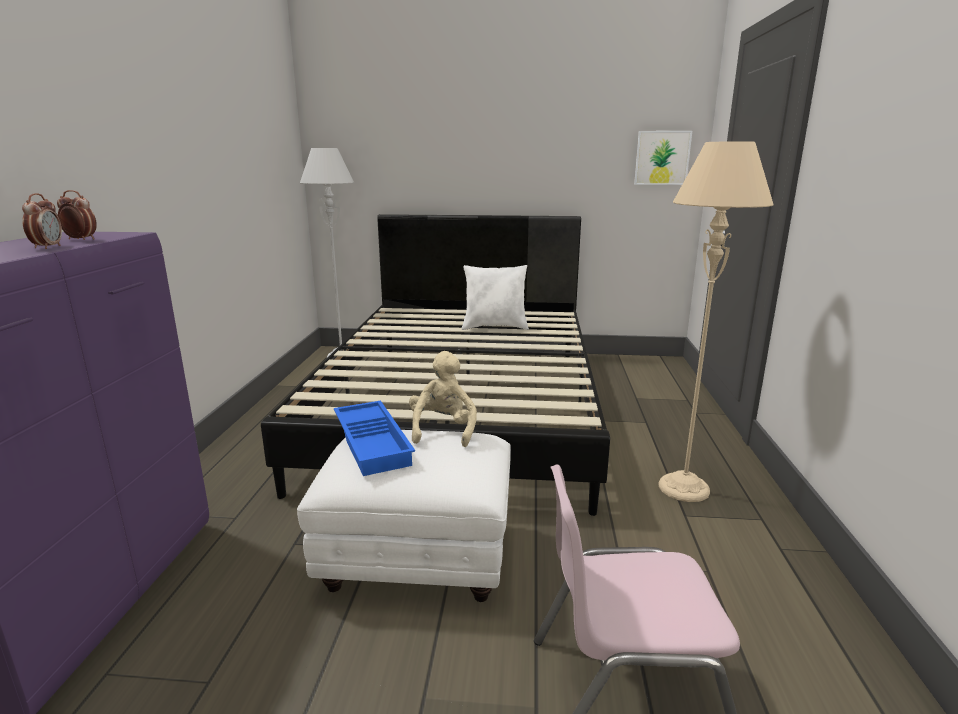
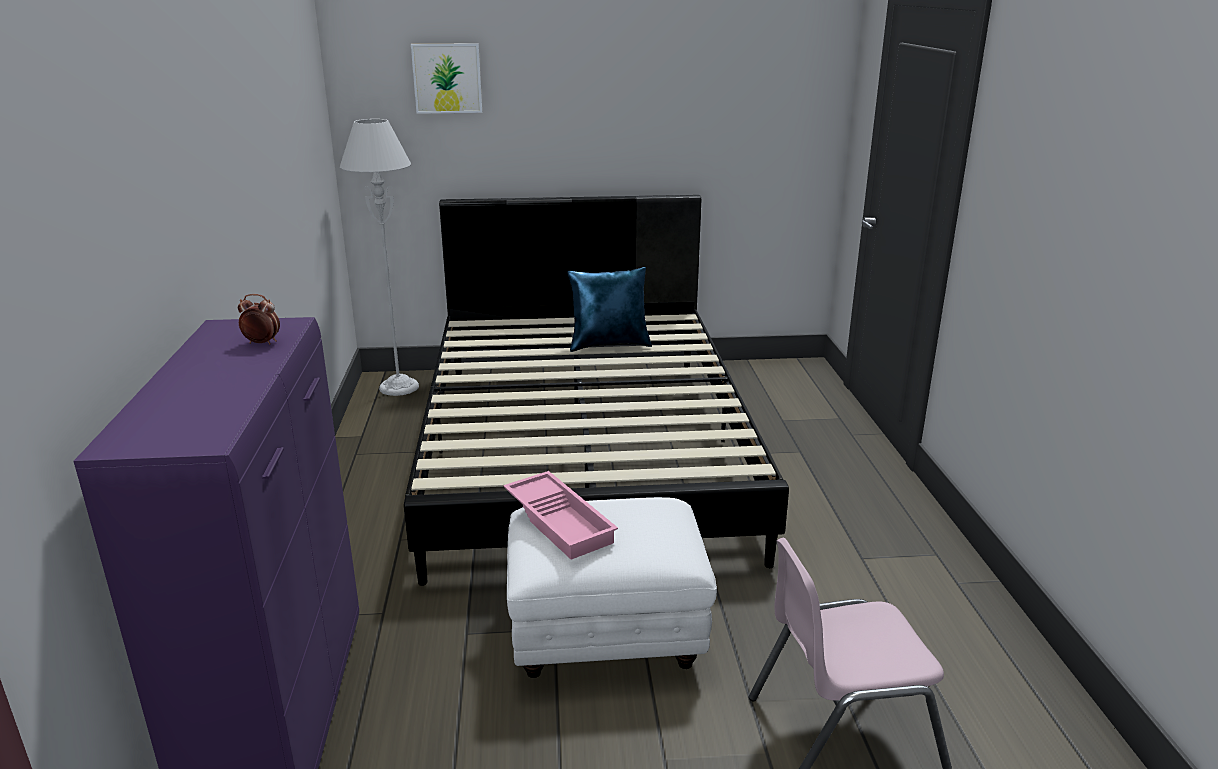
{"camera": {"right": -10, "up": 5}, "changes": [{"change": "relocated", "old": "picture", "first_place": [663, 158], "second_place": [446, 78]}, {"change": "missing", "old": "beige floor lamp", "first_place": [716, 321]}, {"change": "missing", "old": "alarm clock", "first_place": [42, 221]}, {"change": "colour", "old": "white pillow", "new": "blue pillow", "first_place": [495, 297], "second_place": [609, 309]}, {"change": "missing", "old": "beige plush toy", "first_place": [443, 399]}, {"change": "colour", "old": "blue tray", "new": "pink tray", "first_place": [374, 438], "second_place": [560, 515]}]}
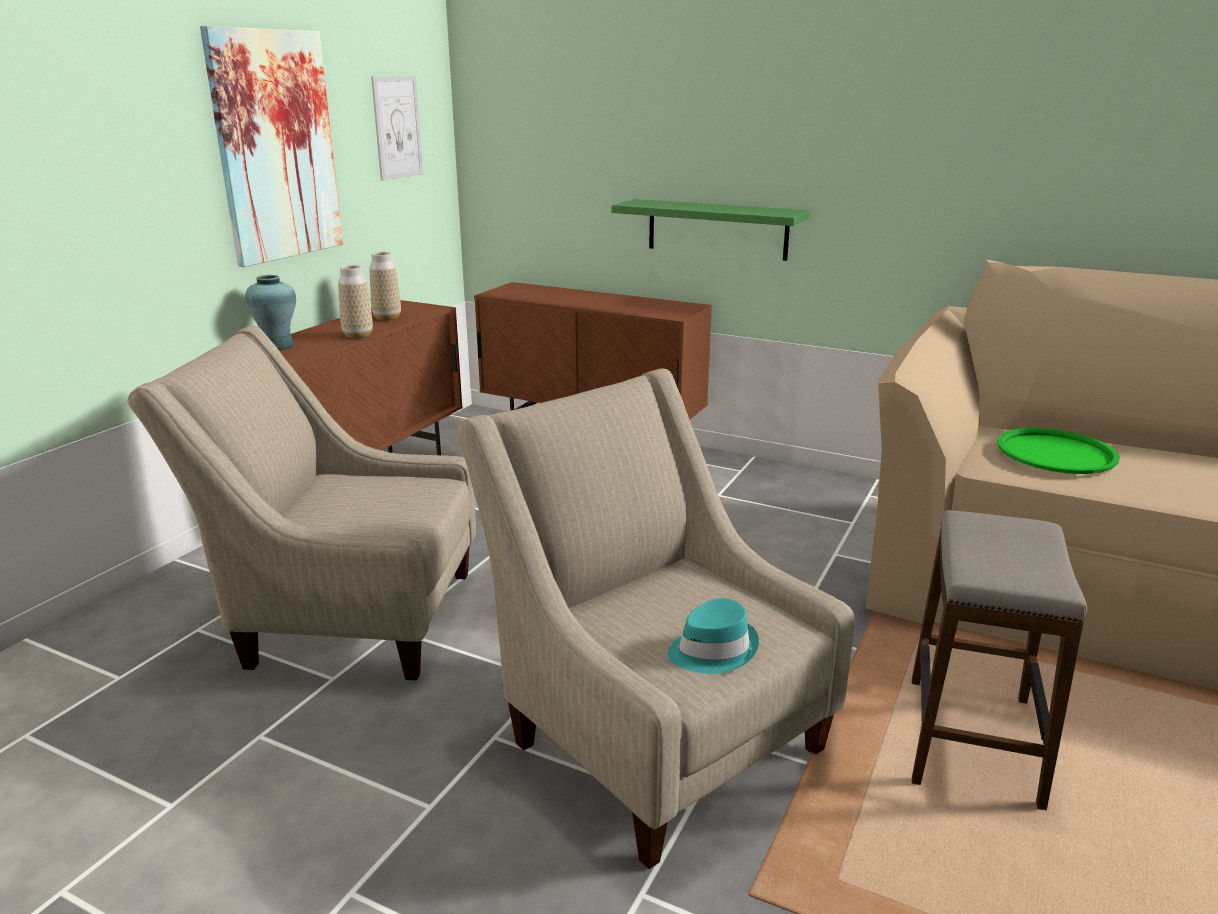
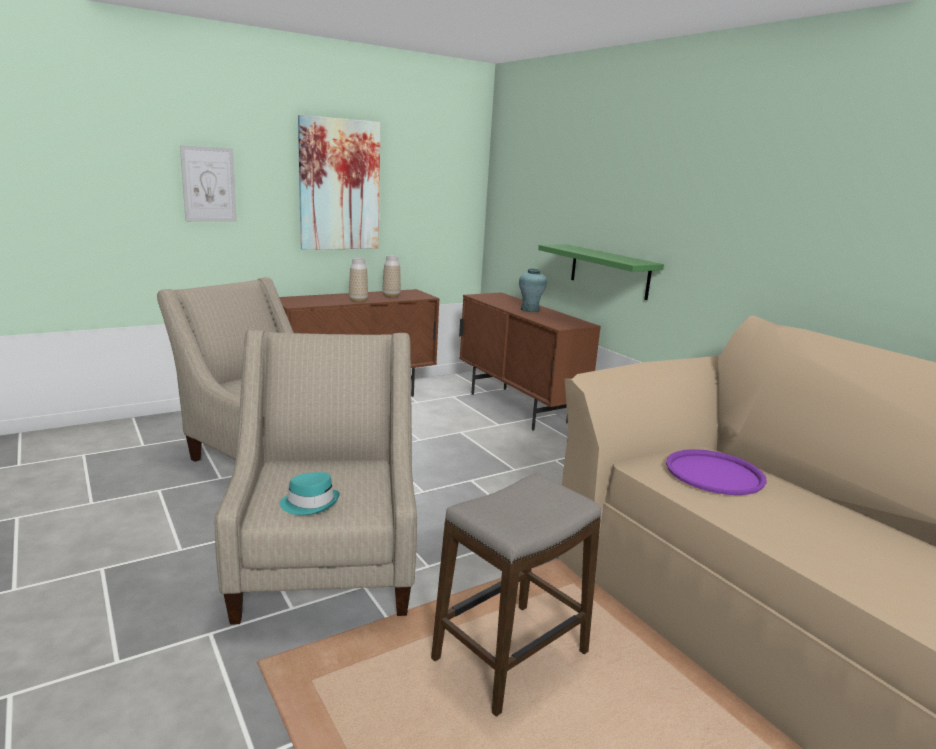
{"camera": {"right": 30, "up": -5}, "changes": [{"change": "relocated", "old": "picture", "first_place": [397, 128], "second_place": [208, 183]}, {"change": "relocated", "old": "turquoise vase", "first_place": [270, 312], "second_place": [533, 290]}, {"change": "colour", "old": "green tray", "new": "purple tray", "first_place": [1058, 451], "second_place": [716, 472]}]}
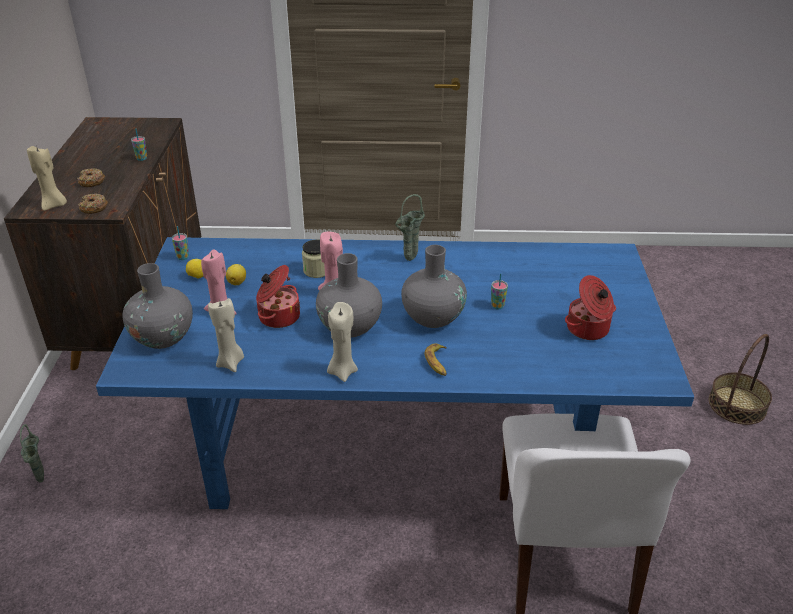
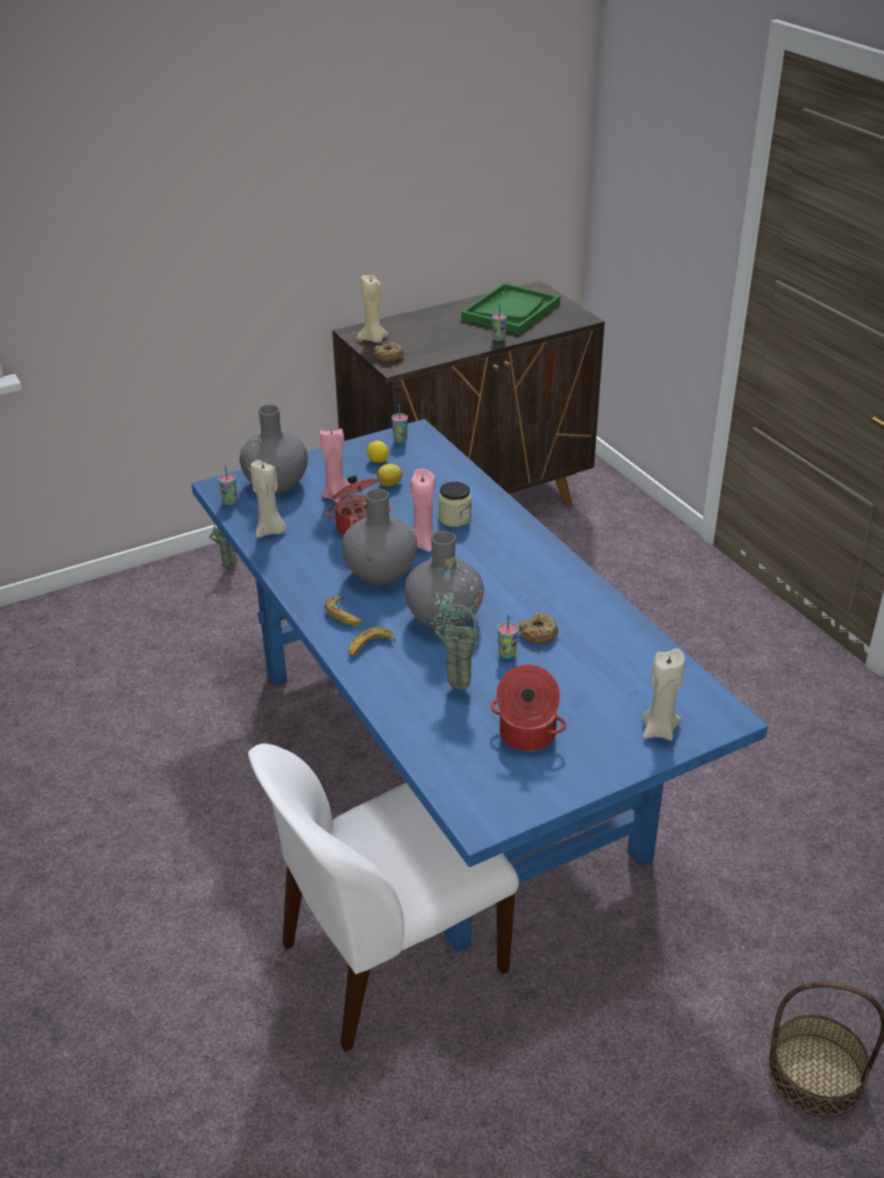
{"camera": {"right": 60, "up": 0}, "changes": [{"change": "relocated", "old": "donut", "first_place": [91, 177], "second_place": [538, 628]}, {"change": "relocated", "old": "green vase", "first_place": [410, 227], "second_place": [457, 647]}, {"change": "relocated", "old": "beige candle", "first_place": [342, 342], "second_place": [663, 694]}, {"change": "appeared", "new": "green tray", "second_place": [510, 308]}, {"change": "appeared", "new": "cup", "second_place": [227, 485]}, {"change": "appeared", "new": "banana", "second_place": [343, 611]}]}
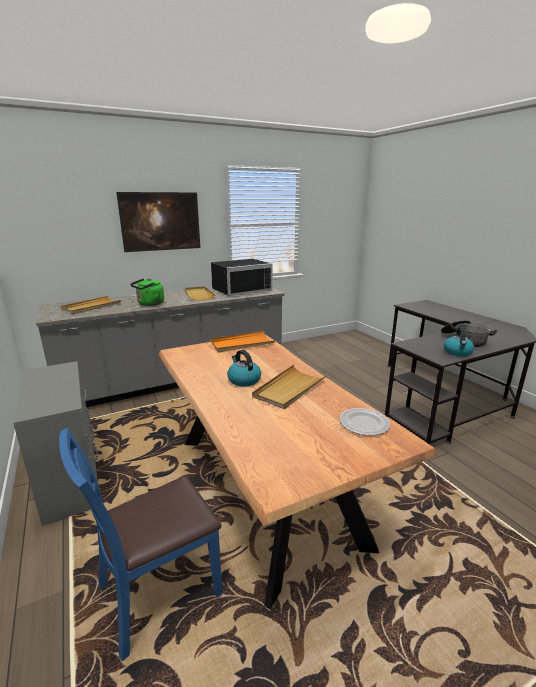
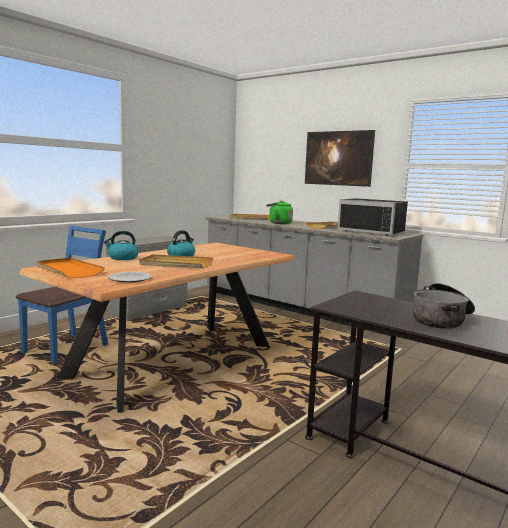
{"camera": {"right": 65, "up": -10}, "changes": [{"change": "relocated", "old": "kettle", "first_place": [459, 341], "second_place": [121, 245]}, {"change": "relocated", "old": "orange tray", "first_place": [243, 341], "second_place": [71, 268]}, {"change": "spun", "old": "blue chair", "first_place": [141, 544], "second_place": [62, 295], "degrees": 90}]}
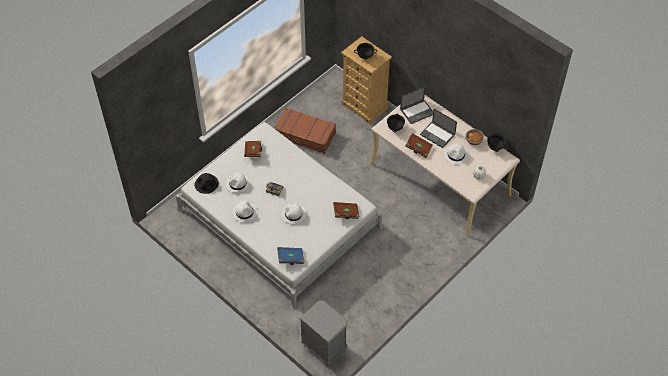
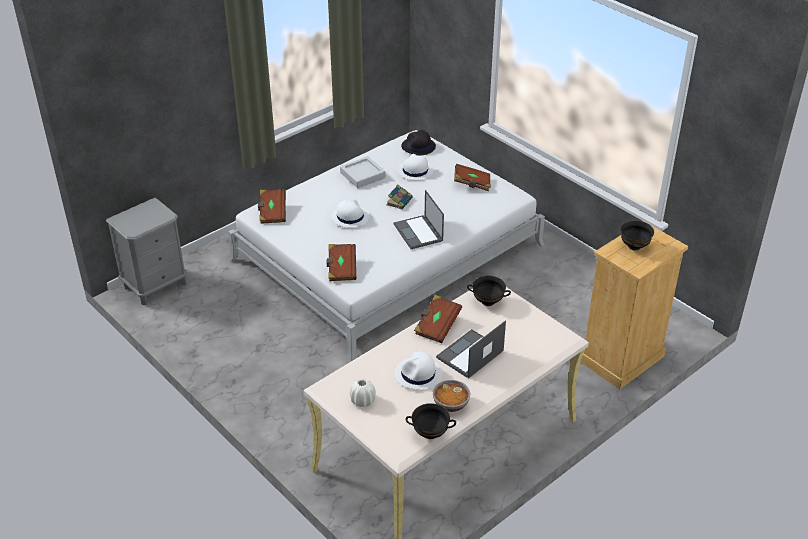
{"camera": {"right": 95, "up": -15}, "changes": [{"change": "relocated", "old": "laptop", "first_place": [416, 105], "second_place": [419, 219]}, {"change": "missing", "old": "brown suitcase", "first_place": [305, 131]}, {"change": "exchanged", "old": "white hat", "new": "grey tray", "first_place": [244, 212], "second_place": [363, 172]}, {"change": "colour", "old": "blue book", "new": "brown book", "first_place": [291, 256], "second_place": [272, 206]}]}
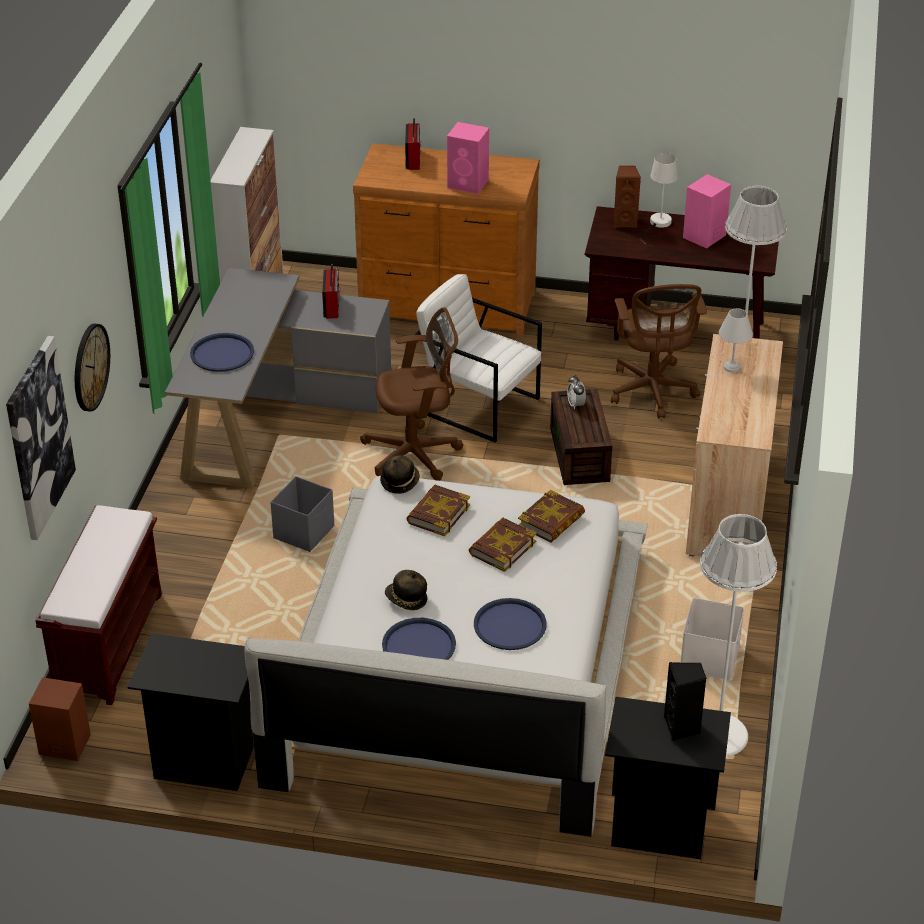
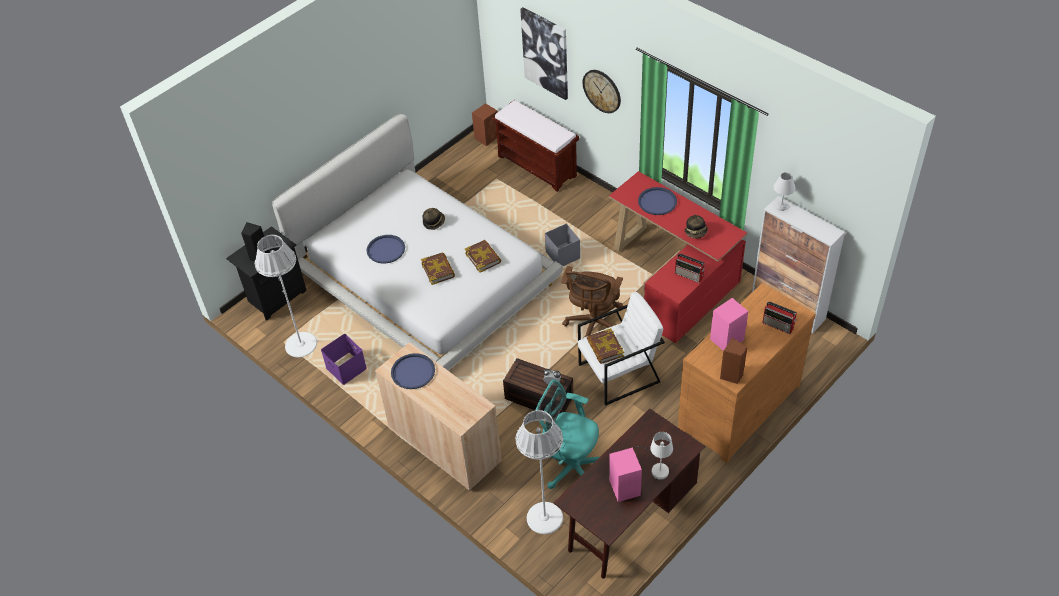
{"camera": {"right": 125, "up": 10}, "changes": [{"change": "relocated", "old": "brown speaker", "first_place": [627, 197], "second_place": [733, 361]}, {"change": "colour", "old": "grey desk", "new": "red desk", "first_place": [278, 378], "second_place": [678, 257]}, {"change": "colour", "old": "brown office chair", "new": "turquoise office chair", "first_place": [659, 351], "second_place": [568, 434]}, {"change": "relocated", "old": "white table lamp", "first_place": [736, 340], "second_place": [784, 191]}, {"change": "relocated", "old": "hat", "first_place": [400, 474], "second_place": [696, 226]}, {"change": "relocated", "old": "book", "first_place": [551, 516], "second_place": [605, 346]}, {"change": "colour", "old": "white storage box", "new": "purple storage box", "first_place": [712, 639], "second_place": [344, 359]}, {"change": "relocated", "old": "blue tray", "first_place": [419, 639], "second_place": [413, 371]}, {"change": "missing", "old": "black nightstand", "first_place": [191, 712]}]}
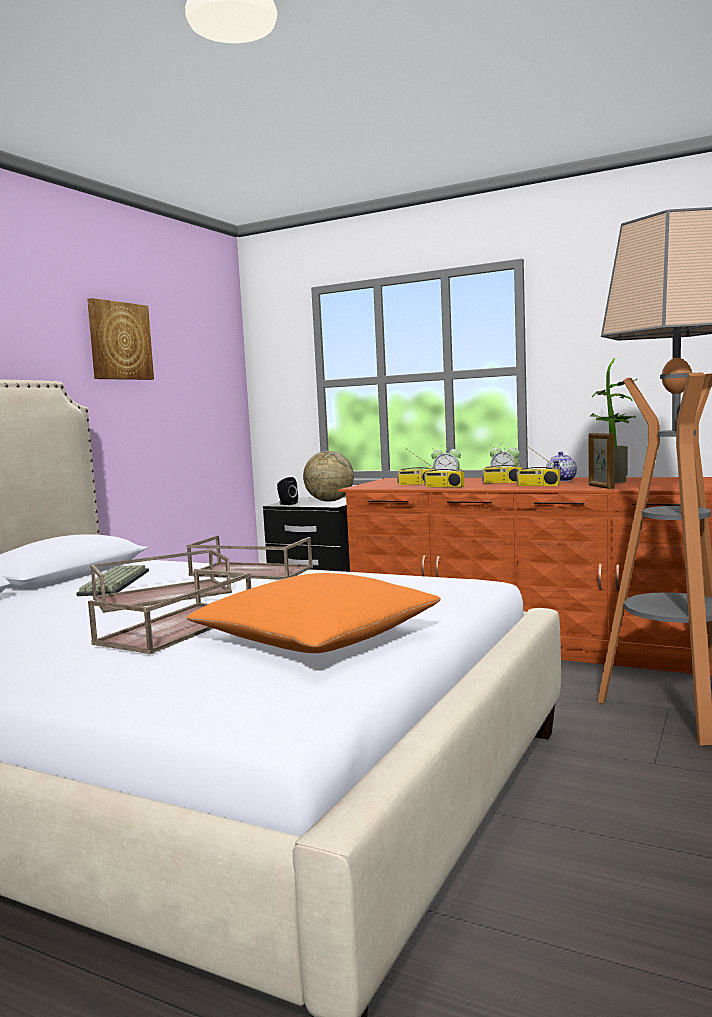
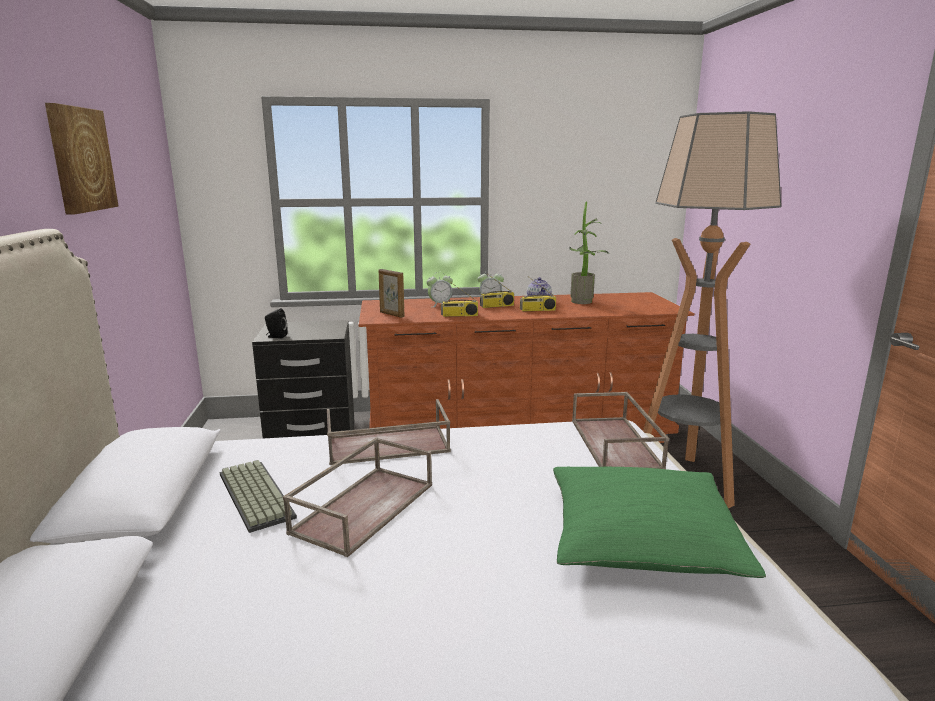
{"camera": {"right": -35, "up": 10}, "changes": [{"change": "relocated", "old": "picture frame", "first_place": [601, 461], "second_place": [391, 293]}, {"change": "missing", "old": "radio", "first_place": [416, 466]}, {"change": "missing", "old": "globe", "first_place": [328, 476]}, {"change": "relocated", "old": "brown tray", "first_place": [169, 612], "second_place": [620, 430]}, {"change": "colour", "old": "orange pillow", "new": "green pillow", "first_place": [314, 613], "second_place": [659, 522]}]}
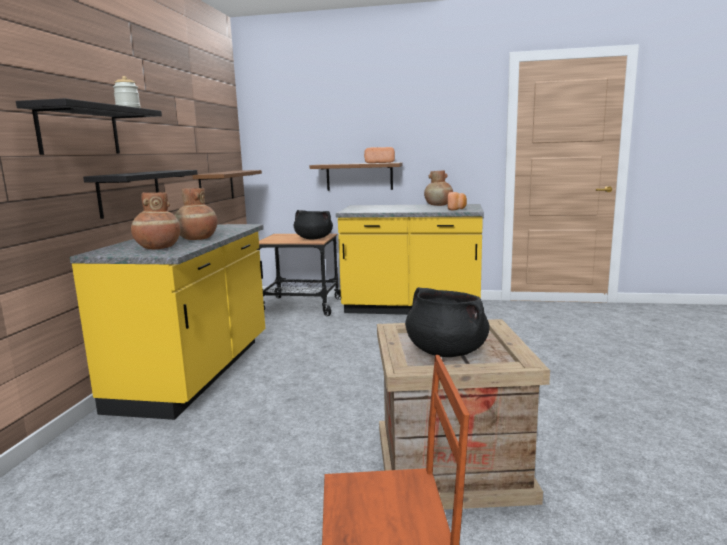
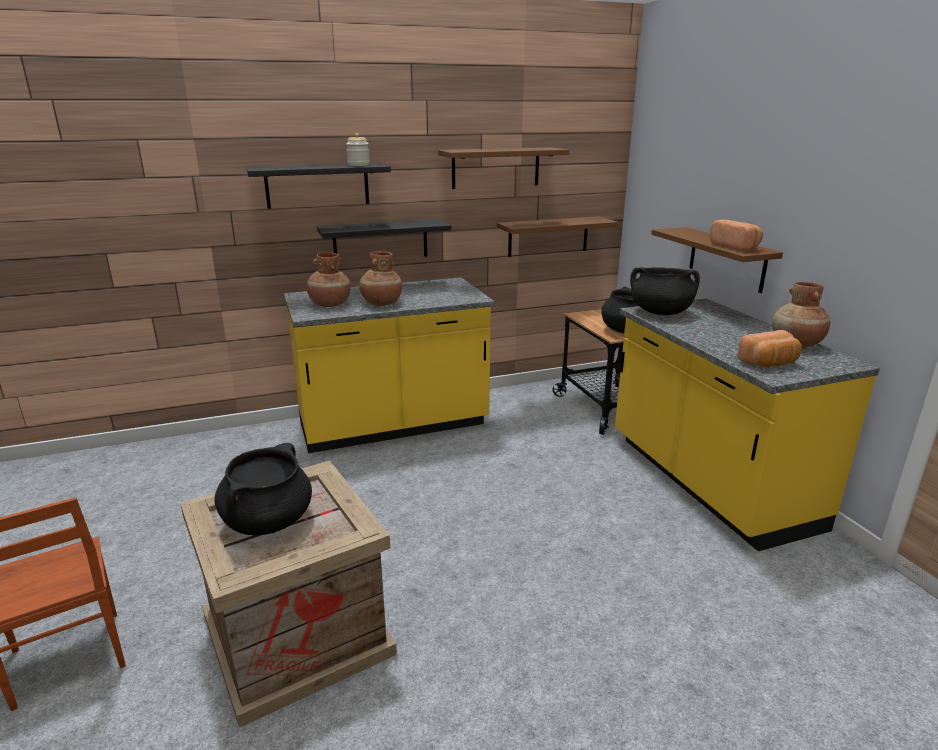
{"camera": {"right": 60, "up": 10}, "changes": [{"change": "appeared", "new": "brown shelf", "second_place": [503, 168]}, {"change": "appeared", "new": "black cooking pot", "second_place": [665, 291]}]}
